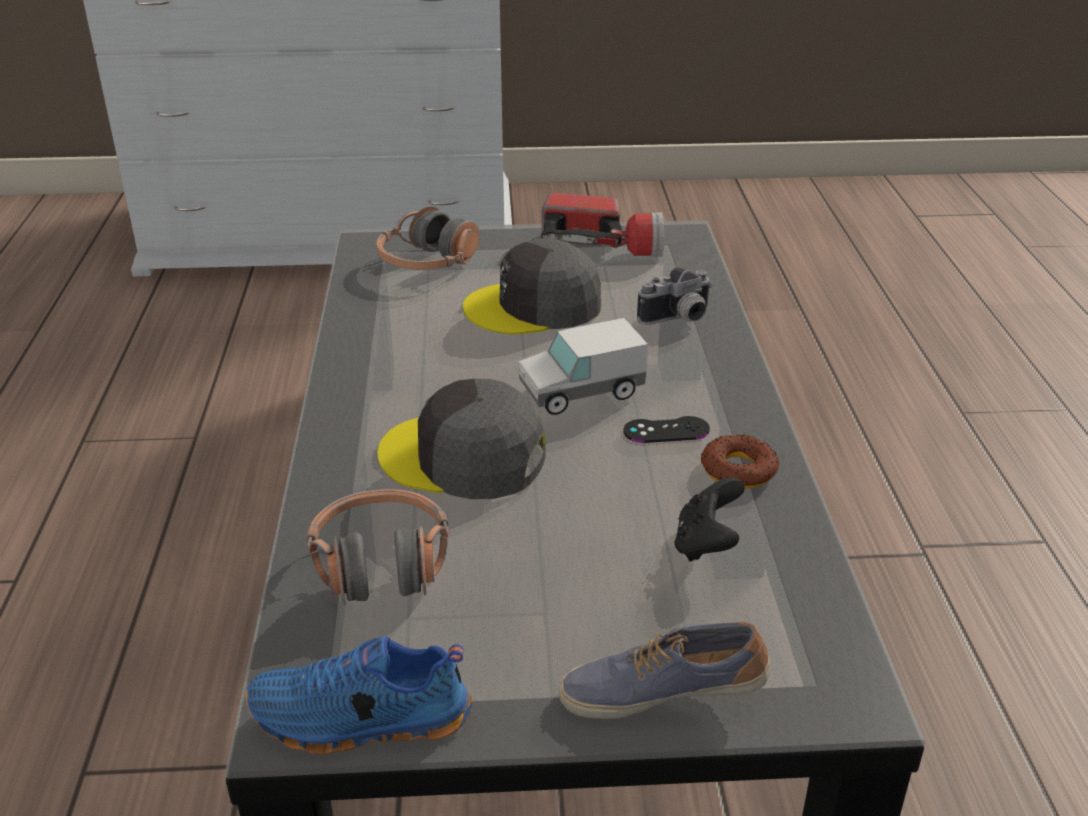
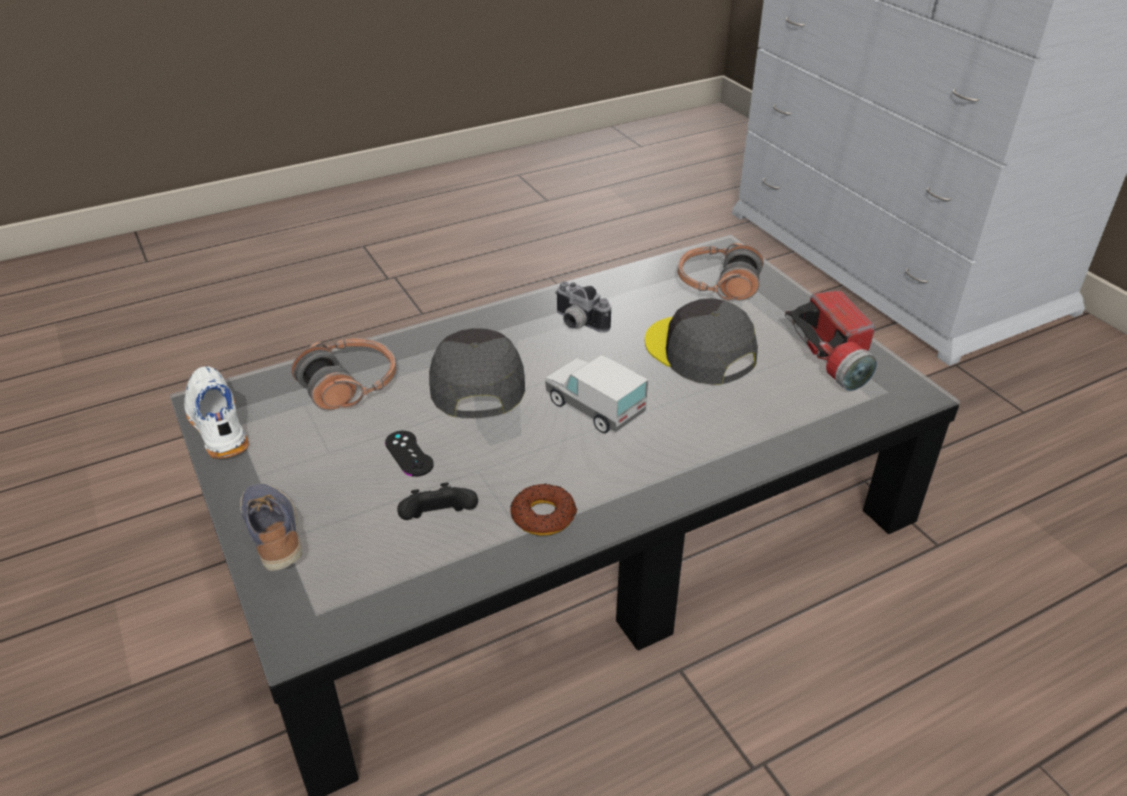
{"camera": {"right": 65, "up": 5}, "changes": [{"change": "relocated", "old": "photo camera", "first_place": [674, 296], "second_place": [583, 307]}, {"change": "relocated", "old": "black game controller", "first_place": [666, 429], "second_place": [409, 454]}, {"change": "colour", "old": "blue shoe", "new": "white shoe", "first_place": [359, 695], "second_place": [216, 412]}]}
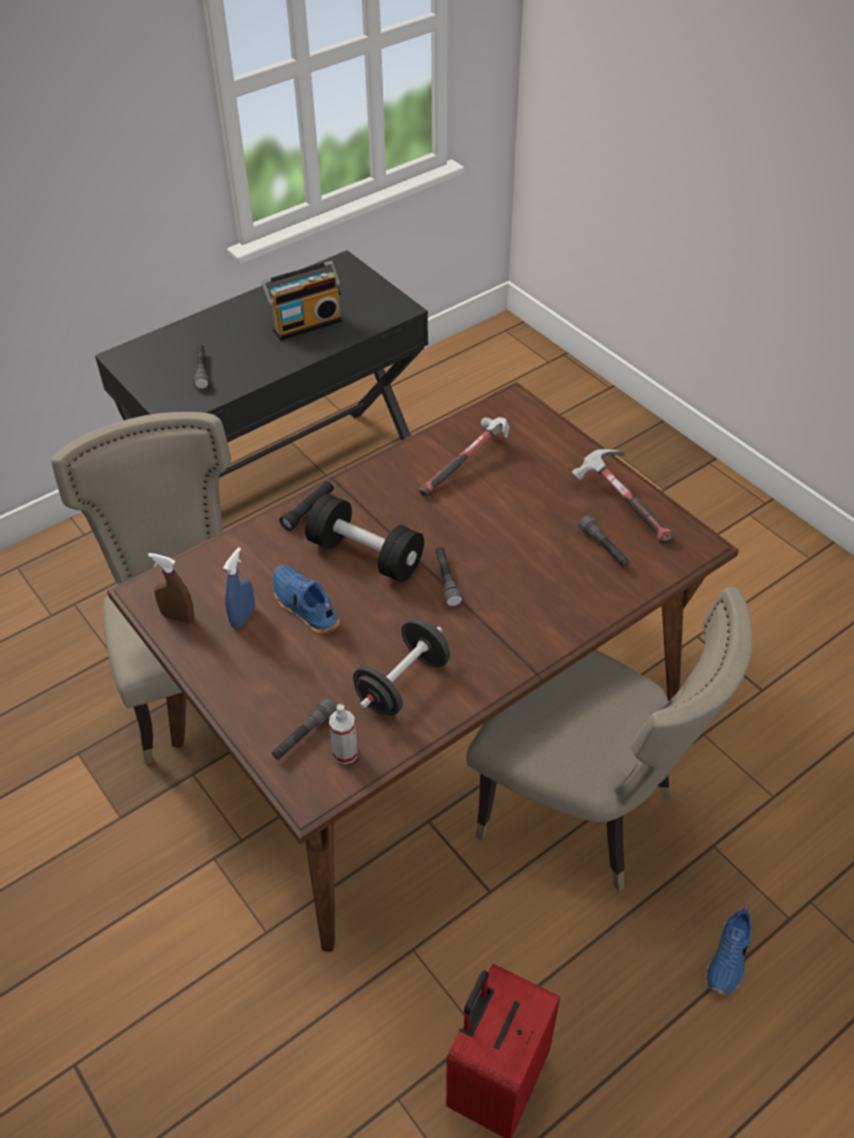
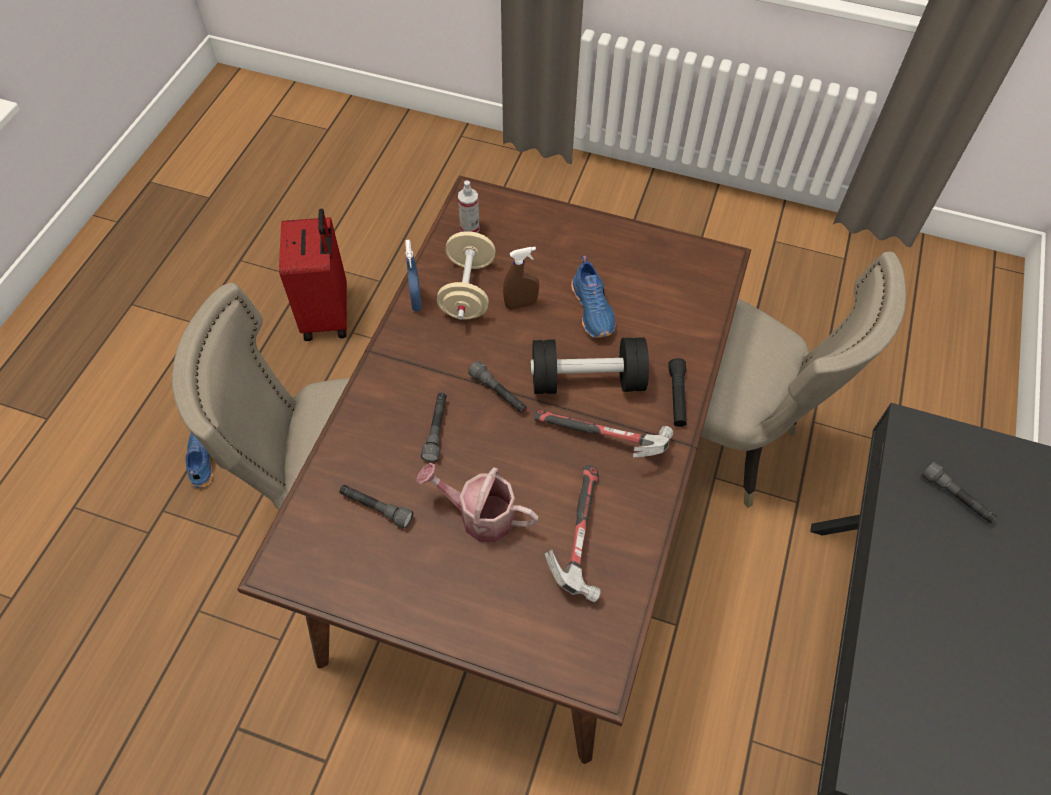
{"camera": {"right": 145, "up": 10}, "changes": [{"change": "missing", "old": "radio", "first_place": [302, 300]}, {"change": "relocated", "old": "hammer", "first_place": [623, 496], "second_place": [603, 433]}, {"change": "relocated", "old": "blue spray bottle", "first_place": [239, 588], "second_place": [413, 276]}, {"change": "relocated", "old": "brown spray bottle", "first_place": [171, 588], "second_place": [521, 278]}, {"change": "spun", "old": "blue shoe", "first_place": [306, 599], "second_place": [593, 297], "degrees": 60}, {"change": "colour", "old": "black dumbbell", "new": "beige dumbbell", "first_place": [401, 667], "second_place": [466, 275]}, {"change": "relocated", "old": "grey flashlight", "first_place": [304, 729], "second_place": [434, 427]}, {"change": "appeared", "new": "watering can", "second_place": [477, 502]}]}
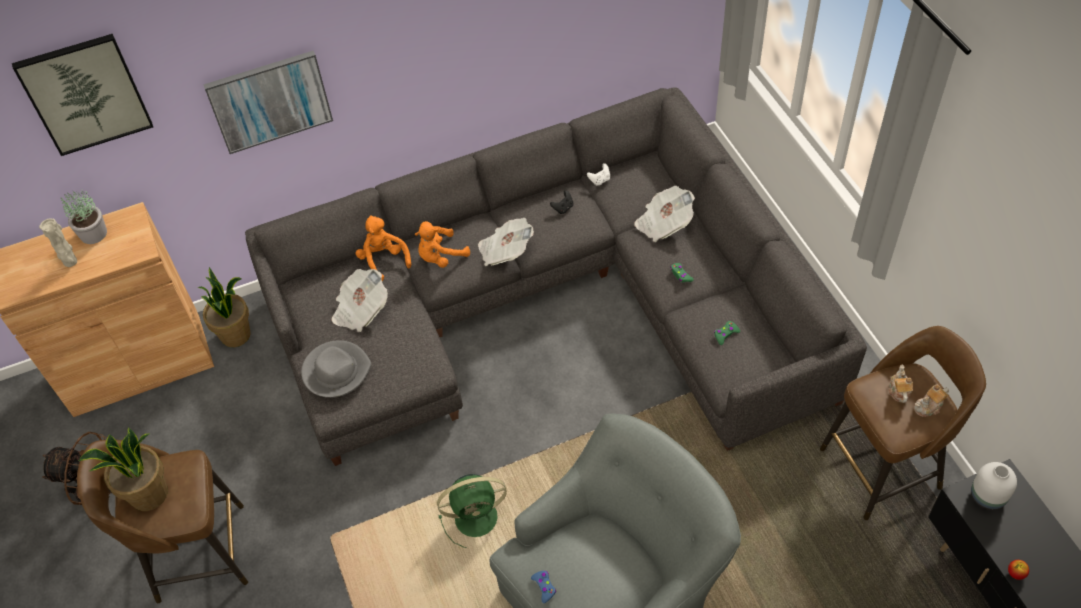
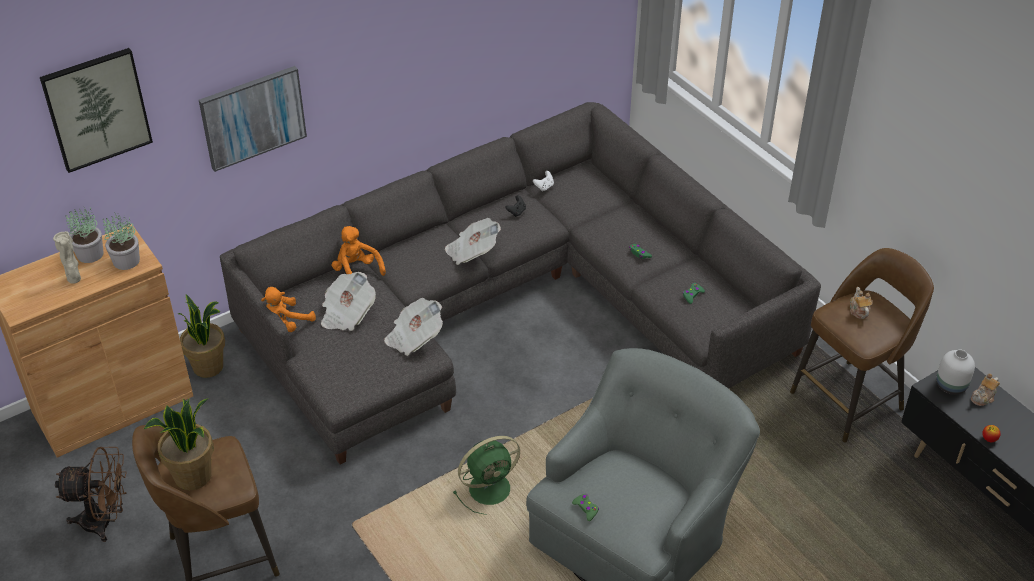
{"camera": {"right": -15, "up": -10}, "changes": [{"change": "relocated", "old": "newspaper", "first_place": [664, 214], "second_place": [413, 327]}, {"change": "relocated", "old": "orange plush toy", "first_place": [442, 244], "second_place": [288, 309]}, {"change": "missing", "old": "grey hat", "first_place": [336, 369]}, {"change": "relocated", "old": "teapot", "first_place": [931, 401], "second_place": [985, 389]}, {"change": "colour", "old": "blue game controller", "new": "green game controller", "first_place": [543, 587], "second_place": [585, 507]}, {"change": "appeared", "new": "potted plant", "second_place": [121, 241]}]}
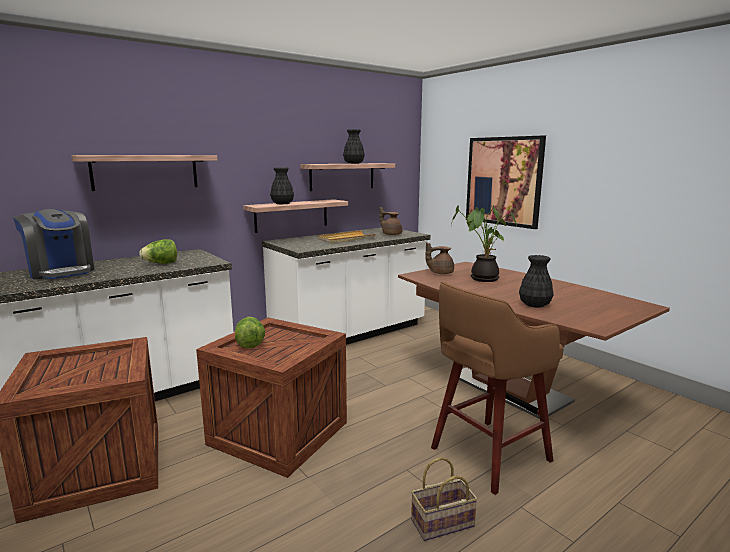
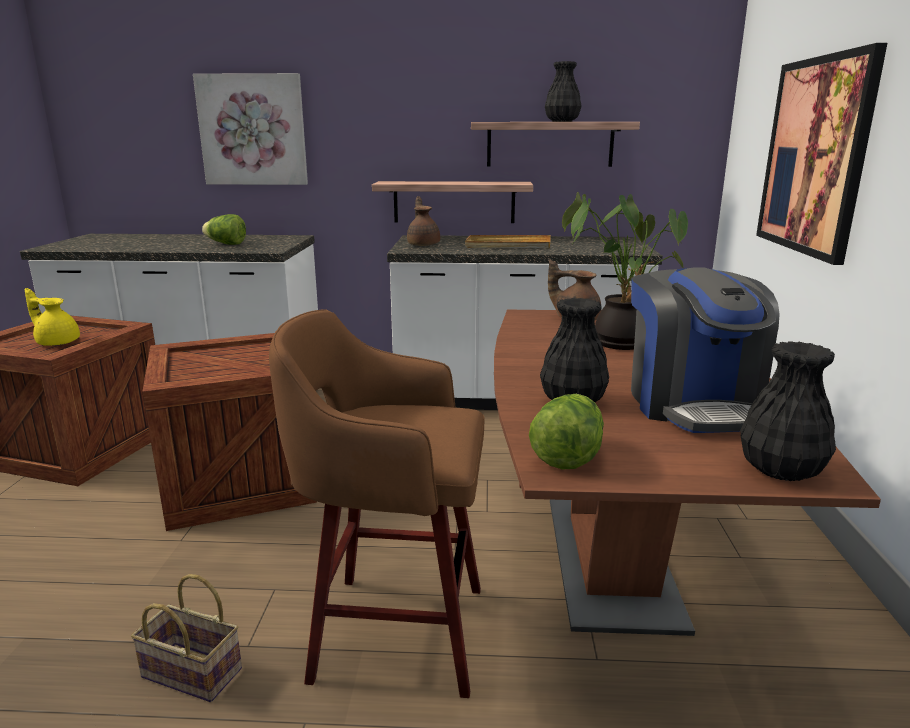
{"camera": {"right": 40, "up": 5}, "changes": [{"change": "exchanged", "old": "shelf", "new": "picture", "first_place": [144, 173], "second_place": [250, 129]}, {"change": "relocated", "old": "black vase", "first_place": [282, 186], "second_place": [788, 411]}, {"change": "relocated", "old": "brown teapot", "first_place": [391, 221], "second_place": [423, 221]}, {"change": "relocated", "old": "coffee machine", "first_place": [54, 244], "second_place": [705, 350]}, {"change": "relocated", "old": "lettuce", "first_place": [250, 332], "second_place": [566, 432]}, {"change": "appeared", "new": "yellow teapot", "second_place": [52, 317]}]}
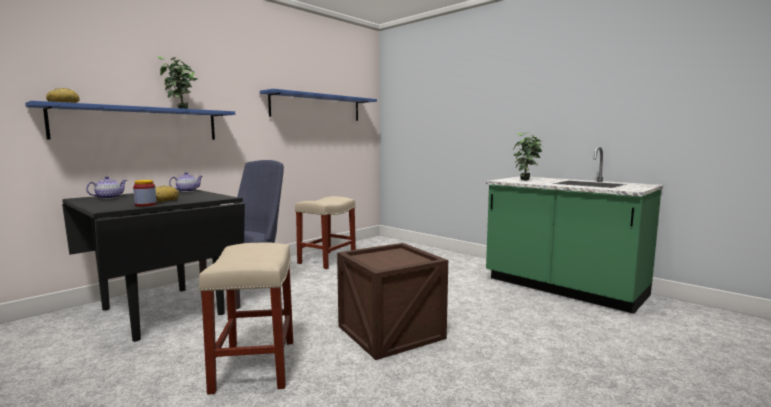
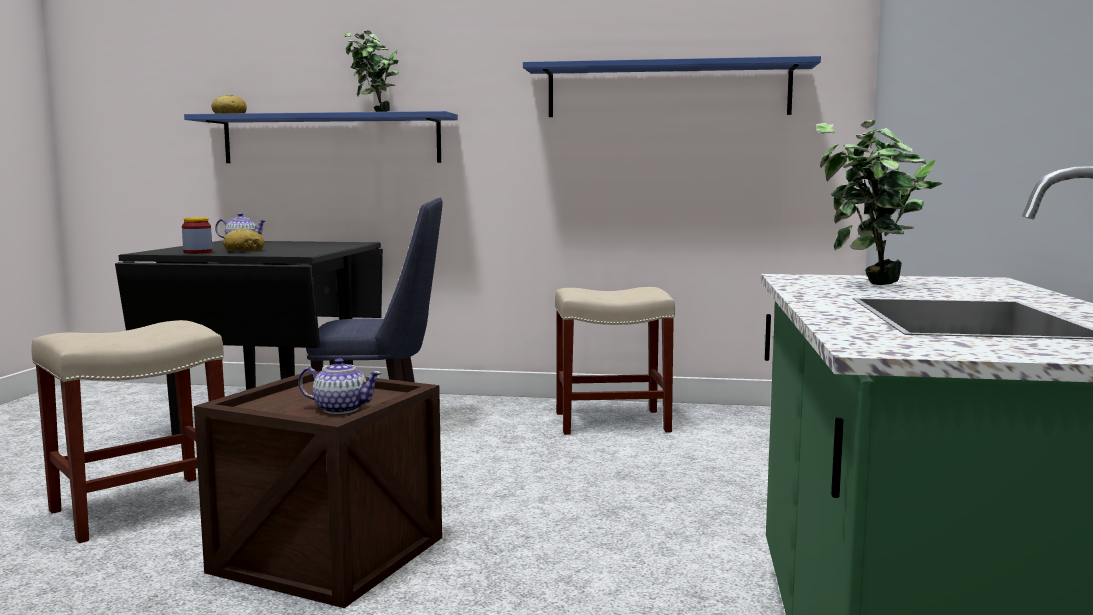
{"camera": {"right": 55, "up": 0}, "changes": [{"change": "relocated", "old": "teapot", "first_place": [186, 182], "second_place": [340, 386]}]}
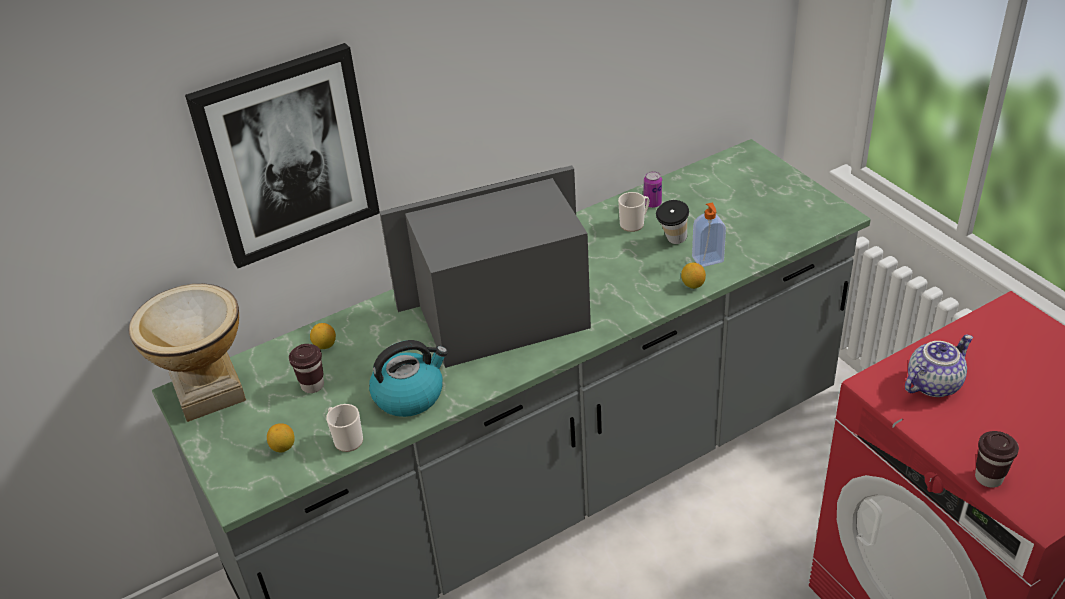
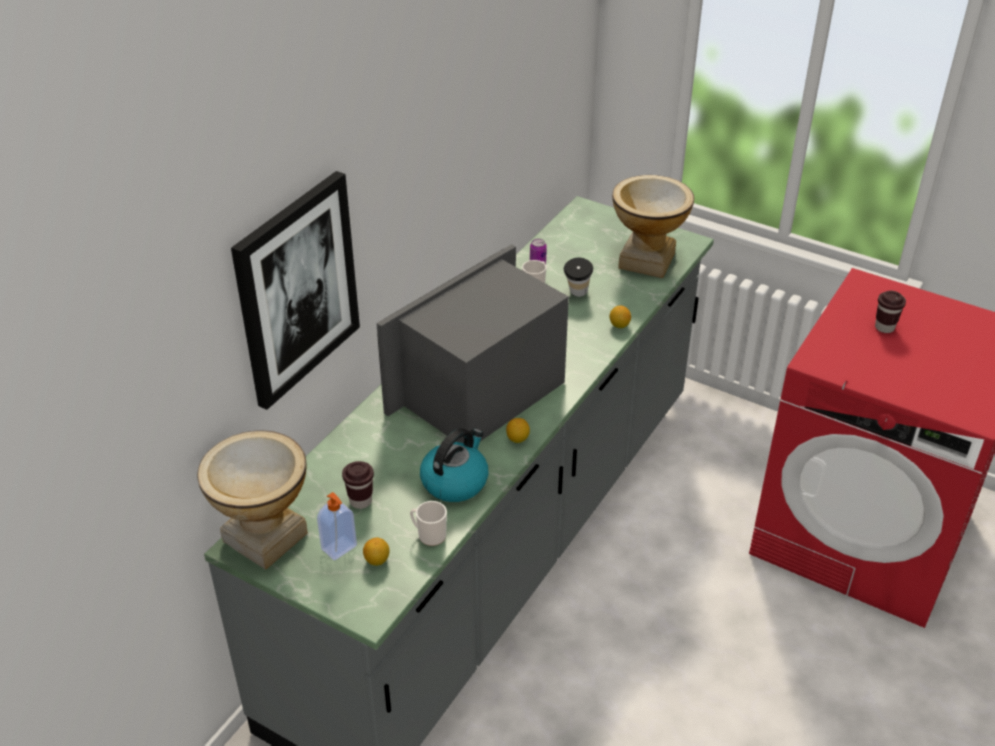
{"camera": {"right": -30, "up": 0}, "changes": [{"change": "relocated", "old": "soap dispenser", "first_place": [709, 235], "second_place": [337, 526]}, {"change": "relocated", "old": "lemon", "first_place": [323, 336], "second_place": [518, 430]}, {"change": "missing", "old": "teapot", "first_place": [939, 366]}, {"change": "relocated", "old": "brown cup", "first_place": [997, 459], "second_place": [890, 312]}, {"change": "appeared", "new": "vase", "second_place": [653, 226]}]}
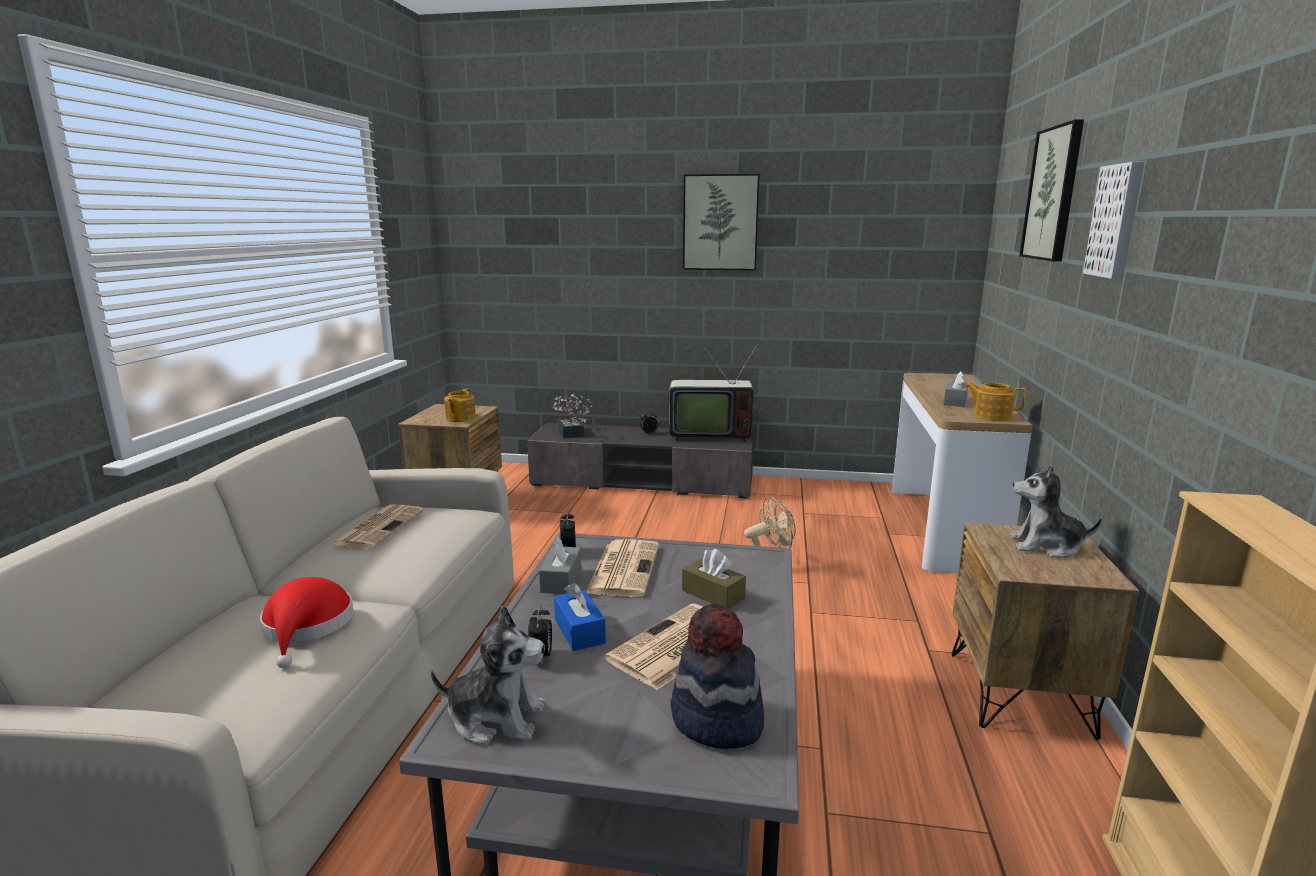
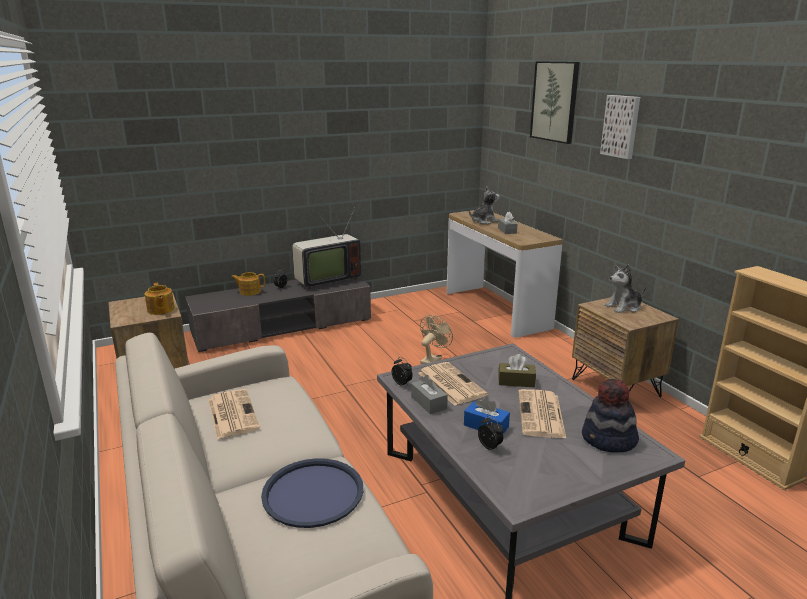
{"camera": {"right": -35, "up": 5}, "changes": [{"change": "missing", "old": "picture", "first_place": [721, 222]}, {"change": "relocated", "old": "teapot", "first_place": [995, 402], "second_place": [248, 284]}, {"change": "missing", "old": "potted plant", "first_place": [572, 415]}, {"change": "exchanged", "old": "red hat", "new": "blue tray", "first_place": [306, 622], "second_place": [312, 493]}, {"change": "relocated", "old": "plush toy", "first_place": [488, 675], "second_place": [484, 205]}]}
